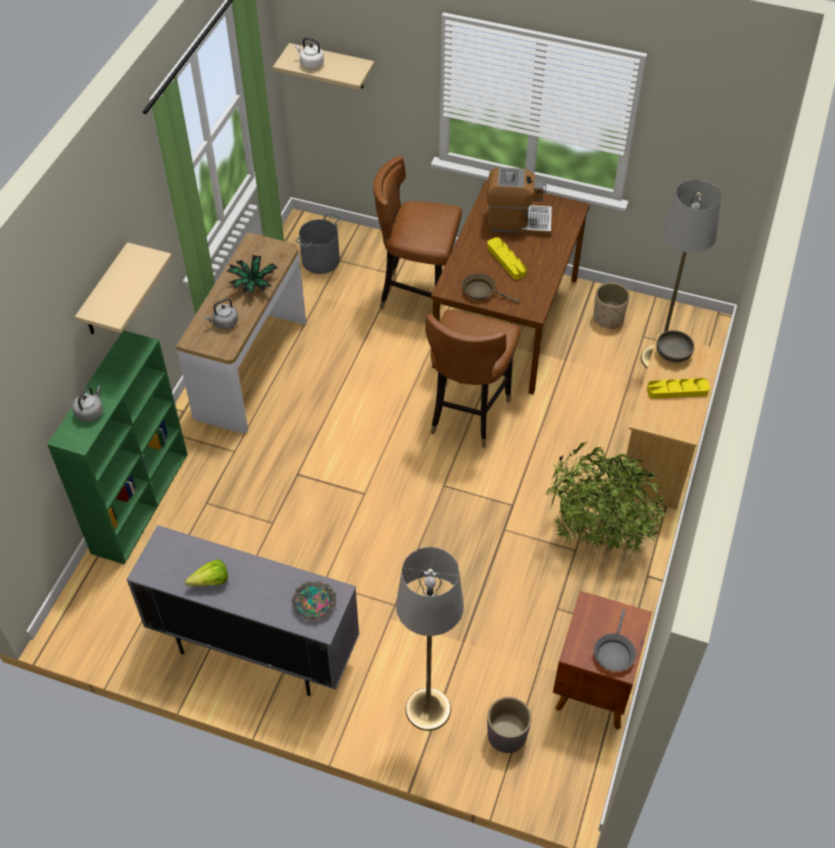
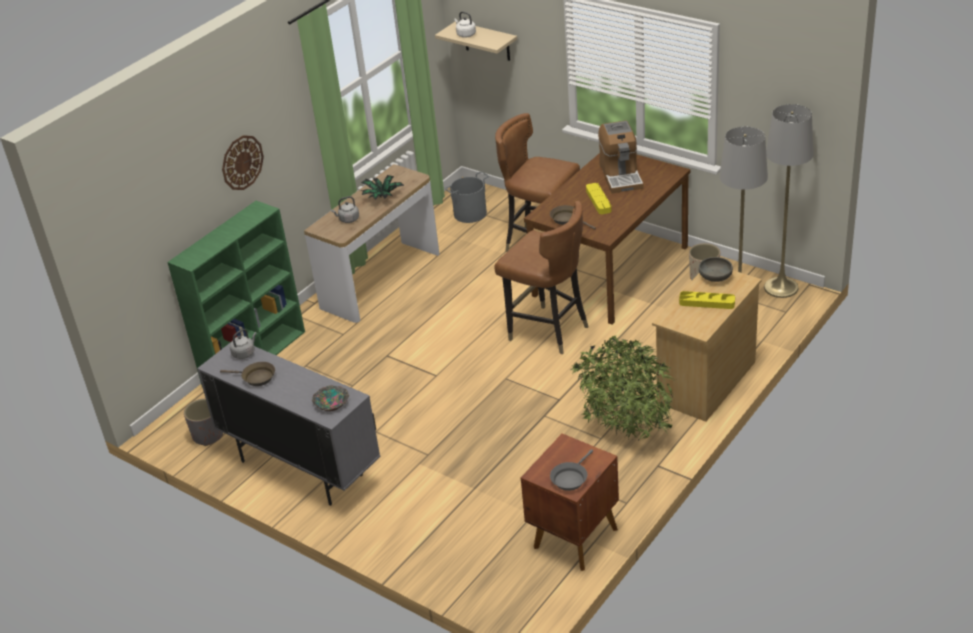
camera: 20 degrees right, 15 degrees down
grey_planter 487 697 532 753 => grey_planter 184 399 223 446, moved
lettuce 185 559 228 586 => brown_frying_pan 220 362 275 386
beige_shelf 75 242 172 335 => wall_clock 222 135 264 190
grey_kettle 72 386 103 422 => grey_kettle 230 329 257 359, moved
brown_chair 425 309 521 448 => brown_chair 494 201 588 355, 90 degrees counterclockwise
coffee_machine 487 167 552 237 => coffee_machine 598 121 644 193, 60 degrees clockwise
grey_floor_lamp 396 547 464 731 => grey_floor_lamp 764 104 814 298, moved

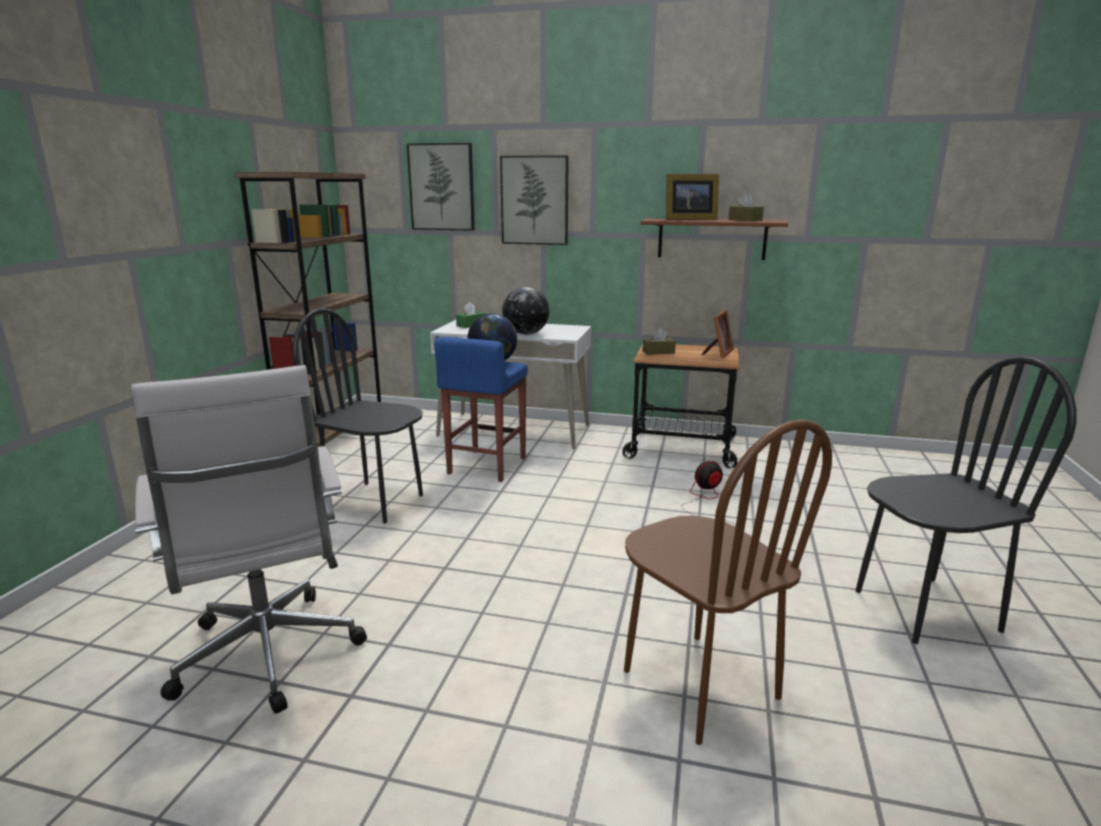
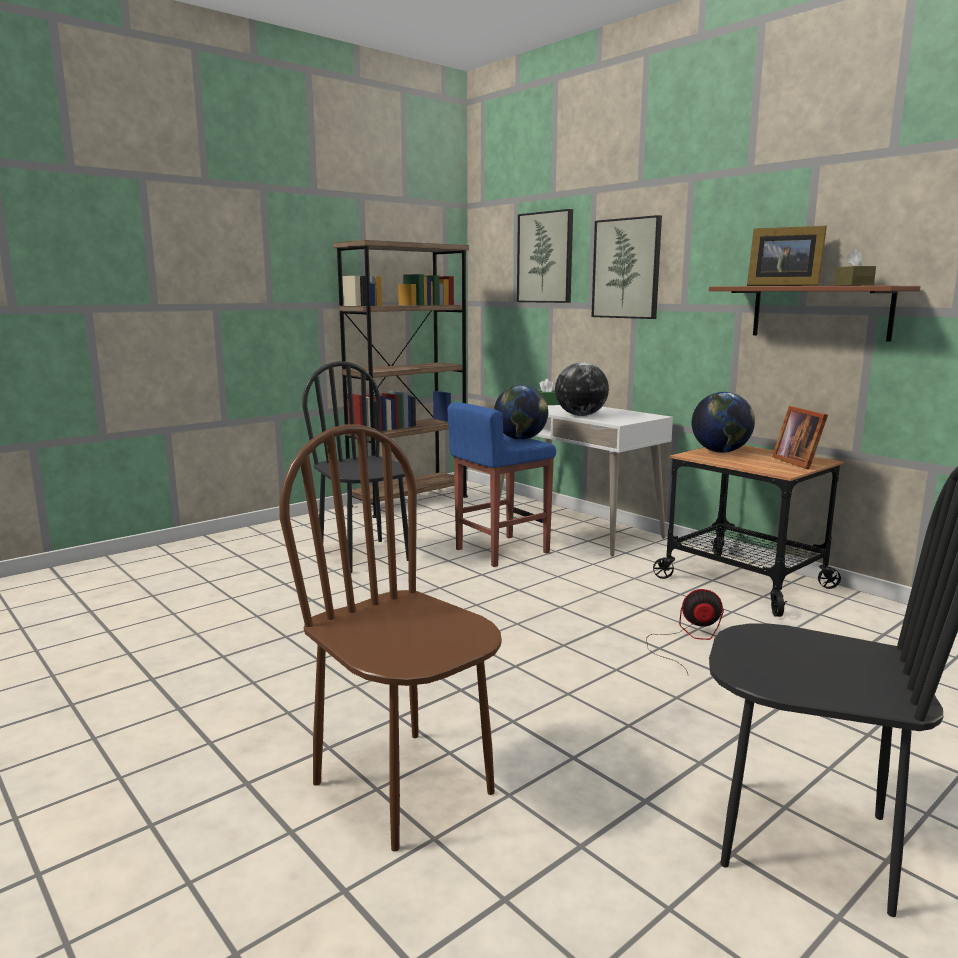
camera: 35 degrees right, 5 degrees down
brown_chair 624 419 832 745 => brown_chair 279 425 502 851, 135 degrees clockwise
brown_tissue_box 642 328 676 355 => globe 692 392 755 453
picture_frame 702 310 734 358 => picture_frame 772 406 828 470, 105 degrees clockwise
white_office_chair 130 365 367 713 => nothing

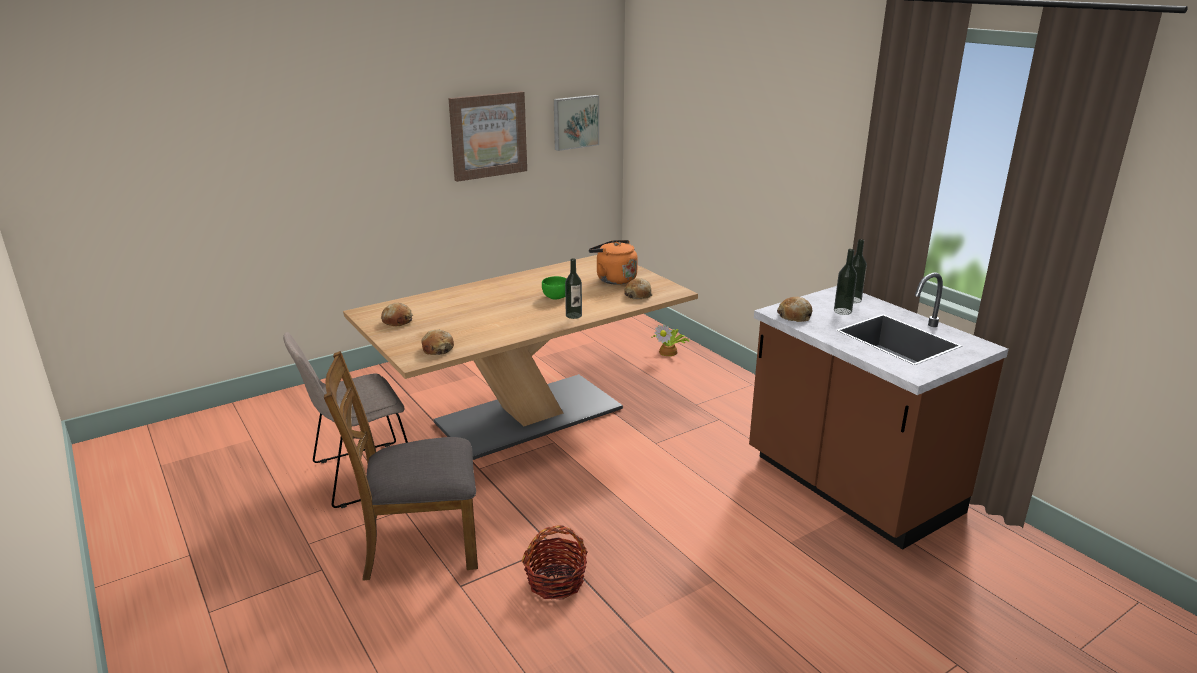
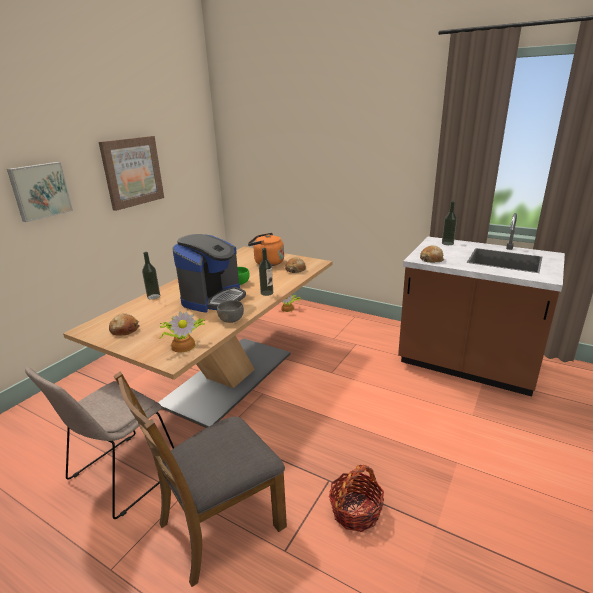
camera: 25 degrees left, 0 degrees up
picture 554 95 599 151 => picture 7 162 73 222, moved
bottle 834 249 857 315 => bottle 142 252 160 300, moved
bread 421 330 454 355 => potted_plant 160 312 206 352
nothing => coffee_machine 173 234 246 313
nothing => grey_bowl 217 300 244 323

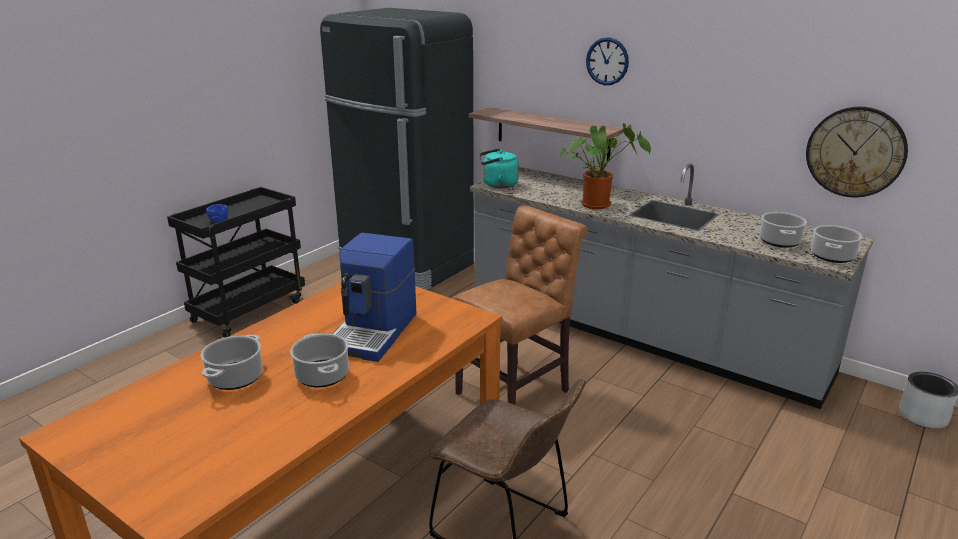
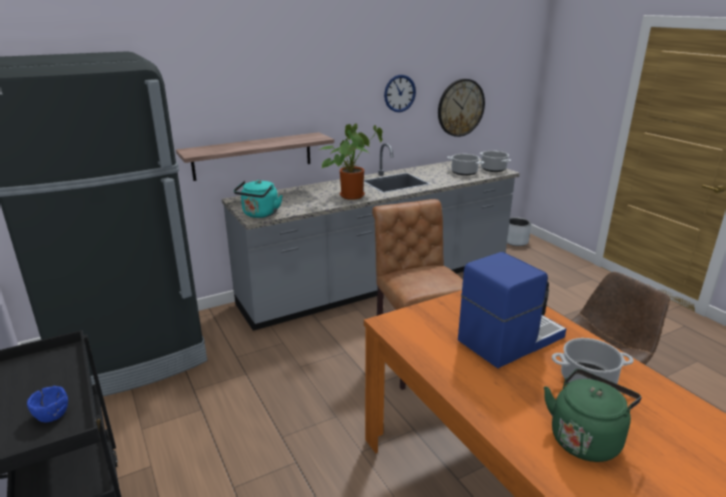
camera: 65 degrees left, 0 degrees up
wall_clock 586 37 629 85 => wall_clock 384 75 416 112, moved
coffee_machine 333 233 416 362 => coffee_machine 458 252 566 368, 75 degrees counterclockwise
cooking_pot 201 335 263 390 => green_kettle 544 369 642 462

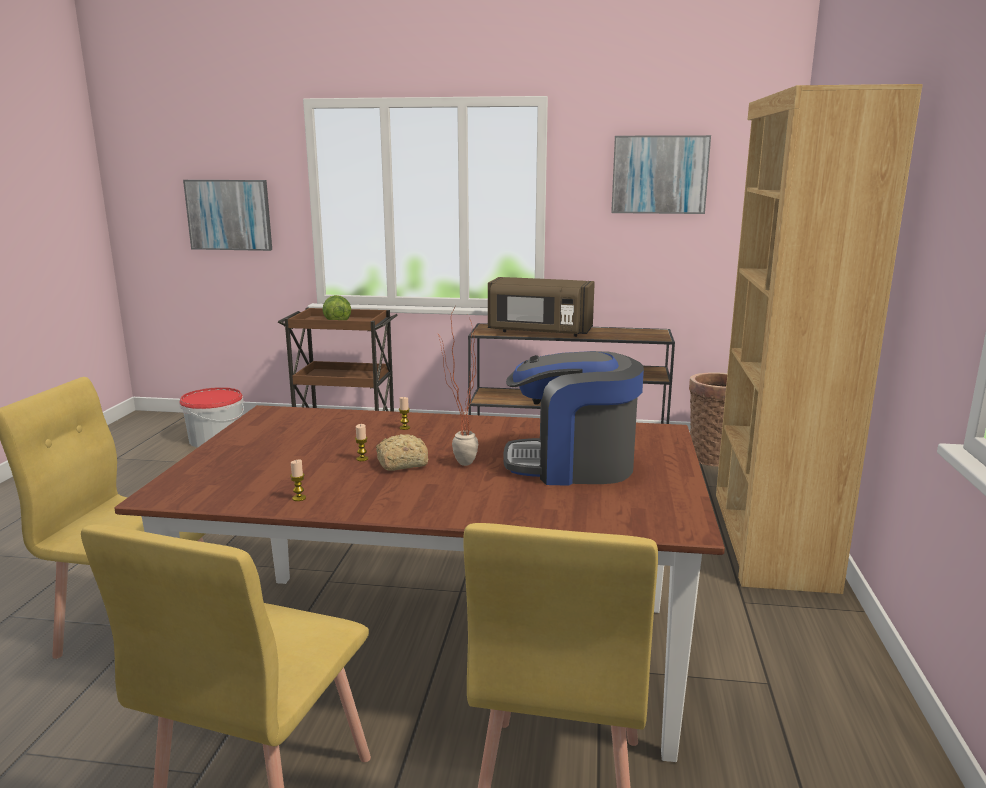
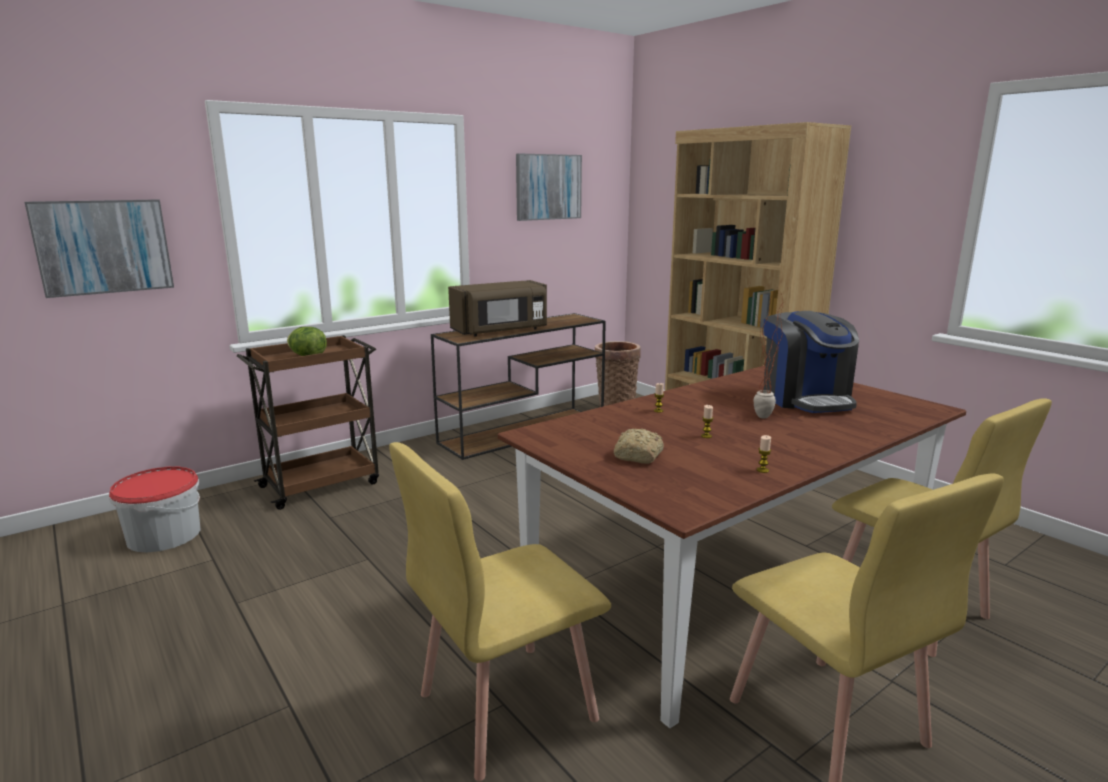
camera: 45 degrees left, 0 degrees up
bread 376 434 429 471 => bread 614 428 664 464, moved
coffee_machine 503 351 644 486 => coffee_machine 763 311 859 413, 60 degrees counterclockwise

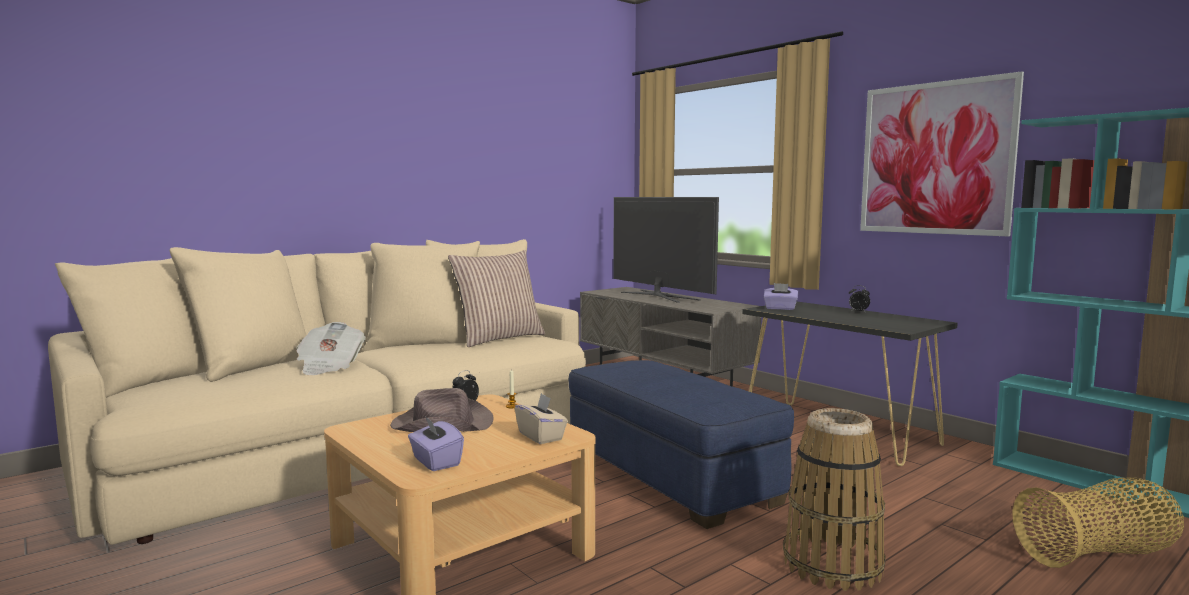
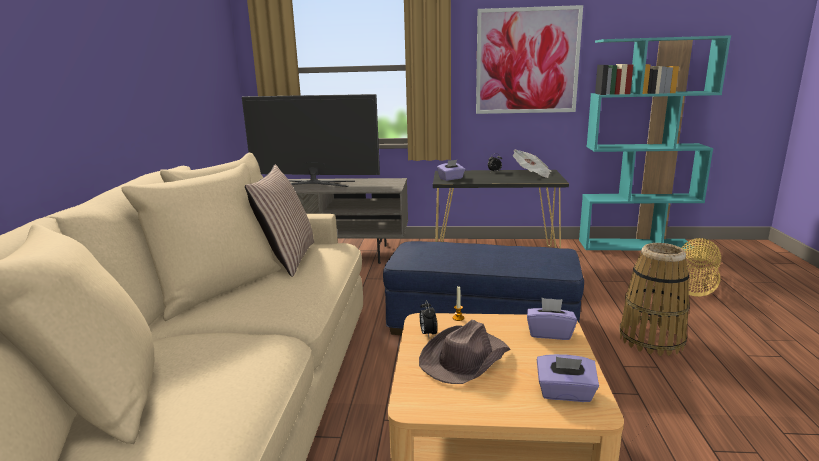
camera: 45 degrees left, 10 degrees up
newspaper 296 322 366 375 => newspaper 513 150 551 178, moved
beige_tissue_box 515 393 568 444 => purple_tissue_box 527 298 577 340

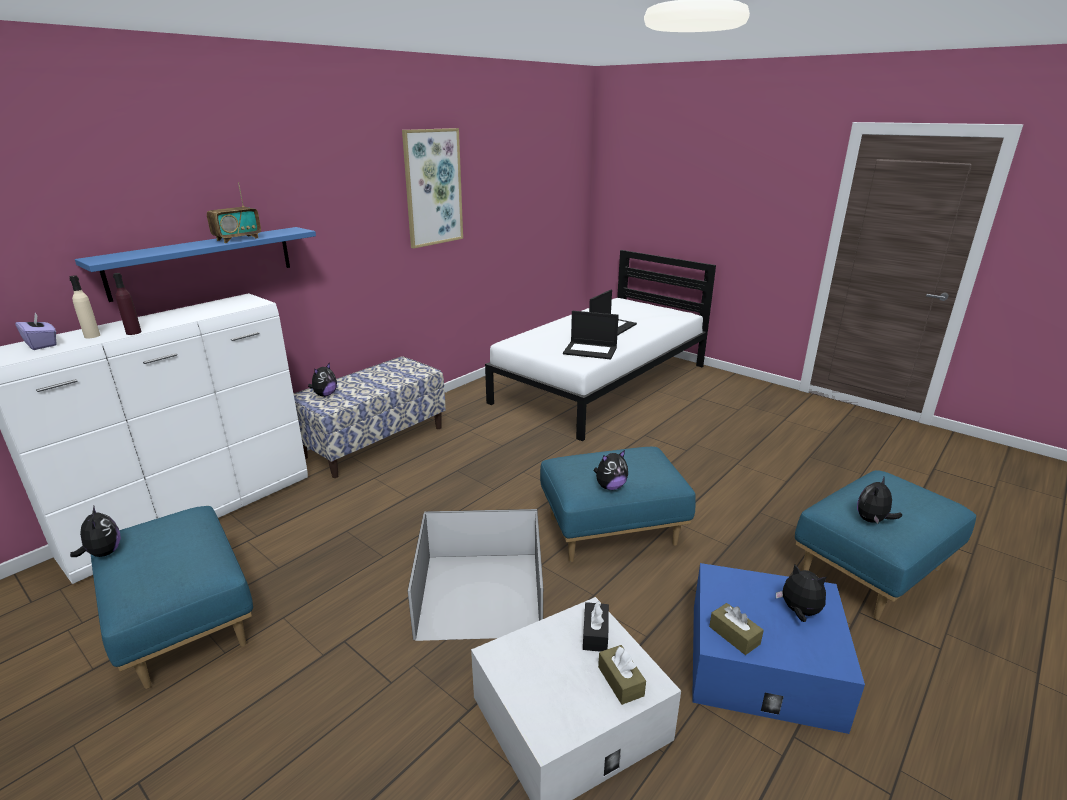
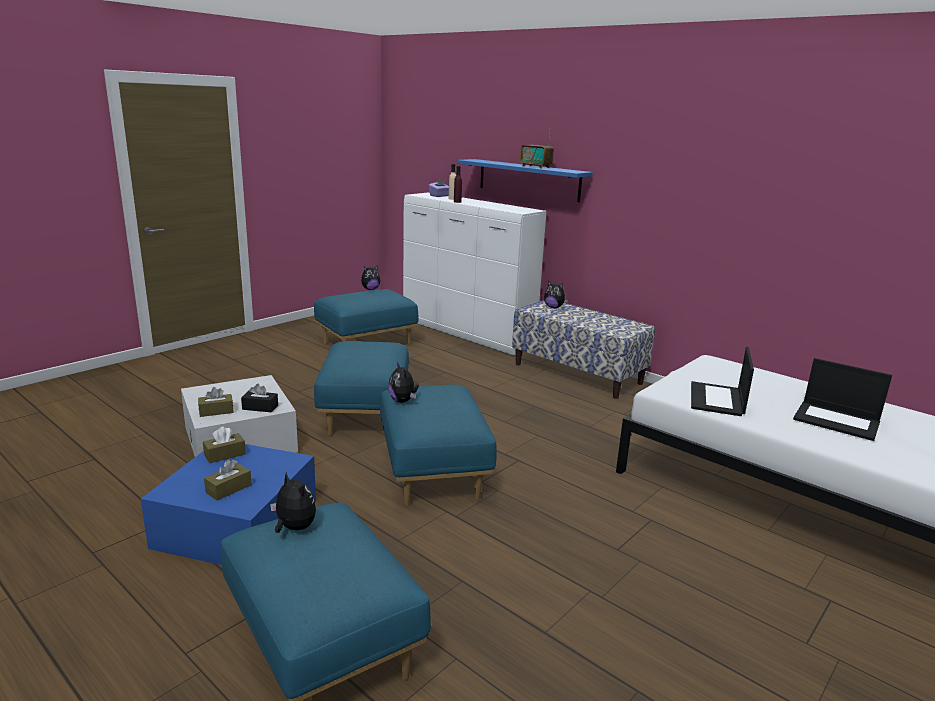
camera: 90 degrees right, 5 degrees down
plush_toy 776 564 827 622 => brown_tissue_box 204 459 252 501
green_storage_box 408 509 543 641 => blue_ottoman 314 341 409 435
picture 402 128 463 249 => nothing

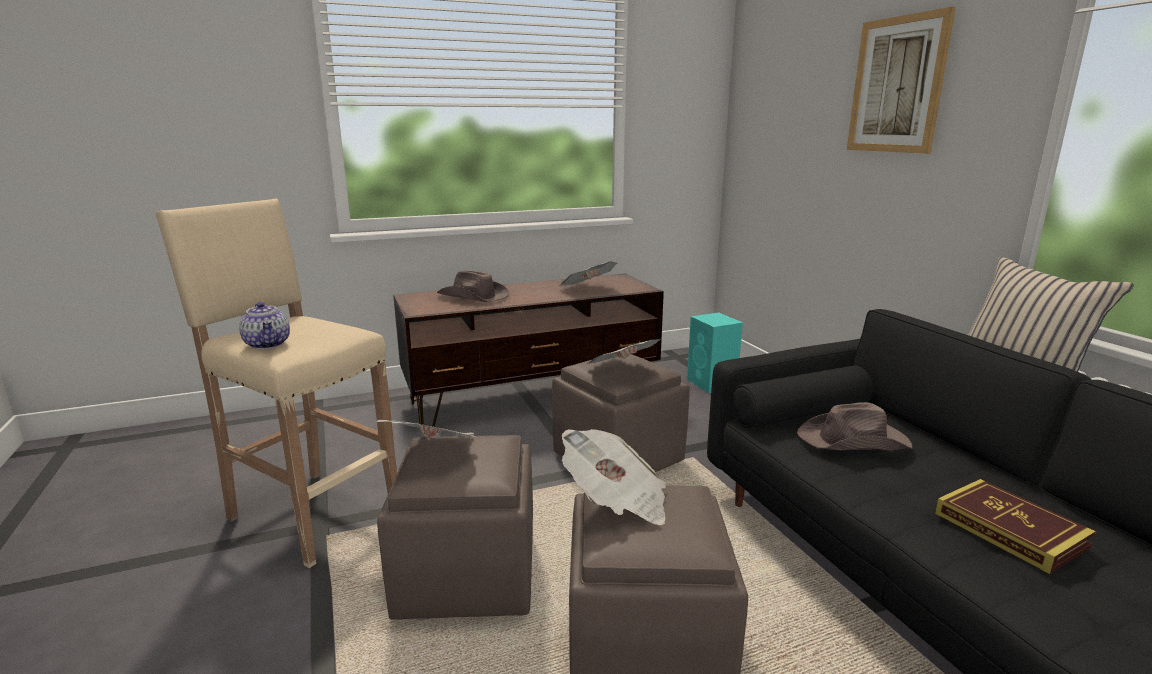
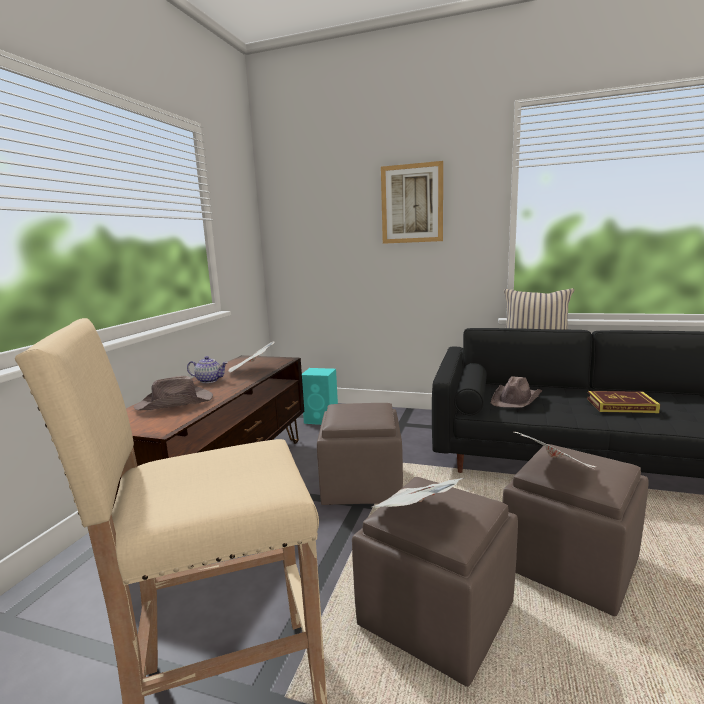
camera: 50 degrees left, 5 degrees down
teapot 239 302 290 349 => teapot 187 356 228 383, moved
newspaper 587 339 660 364 => nothing

